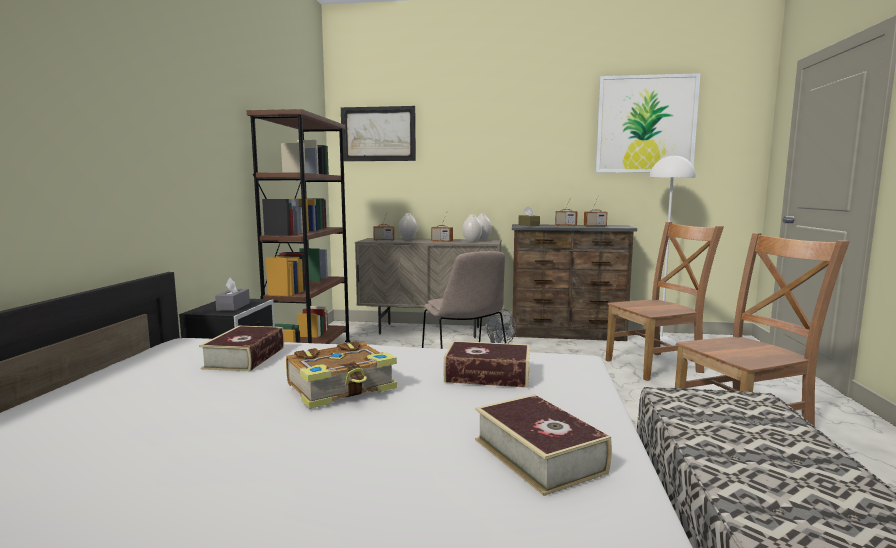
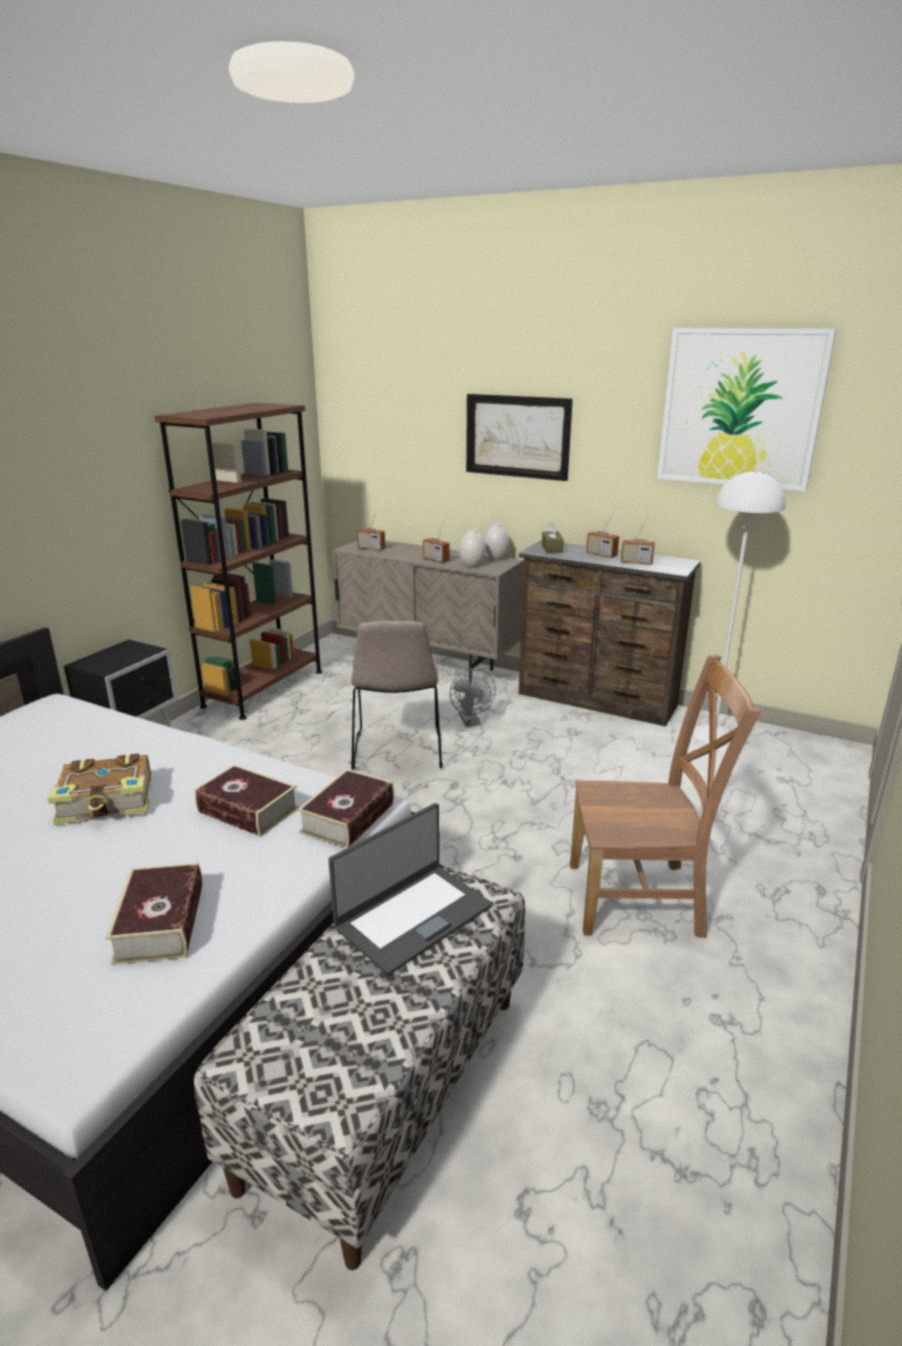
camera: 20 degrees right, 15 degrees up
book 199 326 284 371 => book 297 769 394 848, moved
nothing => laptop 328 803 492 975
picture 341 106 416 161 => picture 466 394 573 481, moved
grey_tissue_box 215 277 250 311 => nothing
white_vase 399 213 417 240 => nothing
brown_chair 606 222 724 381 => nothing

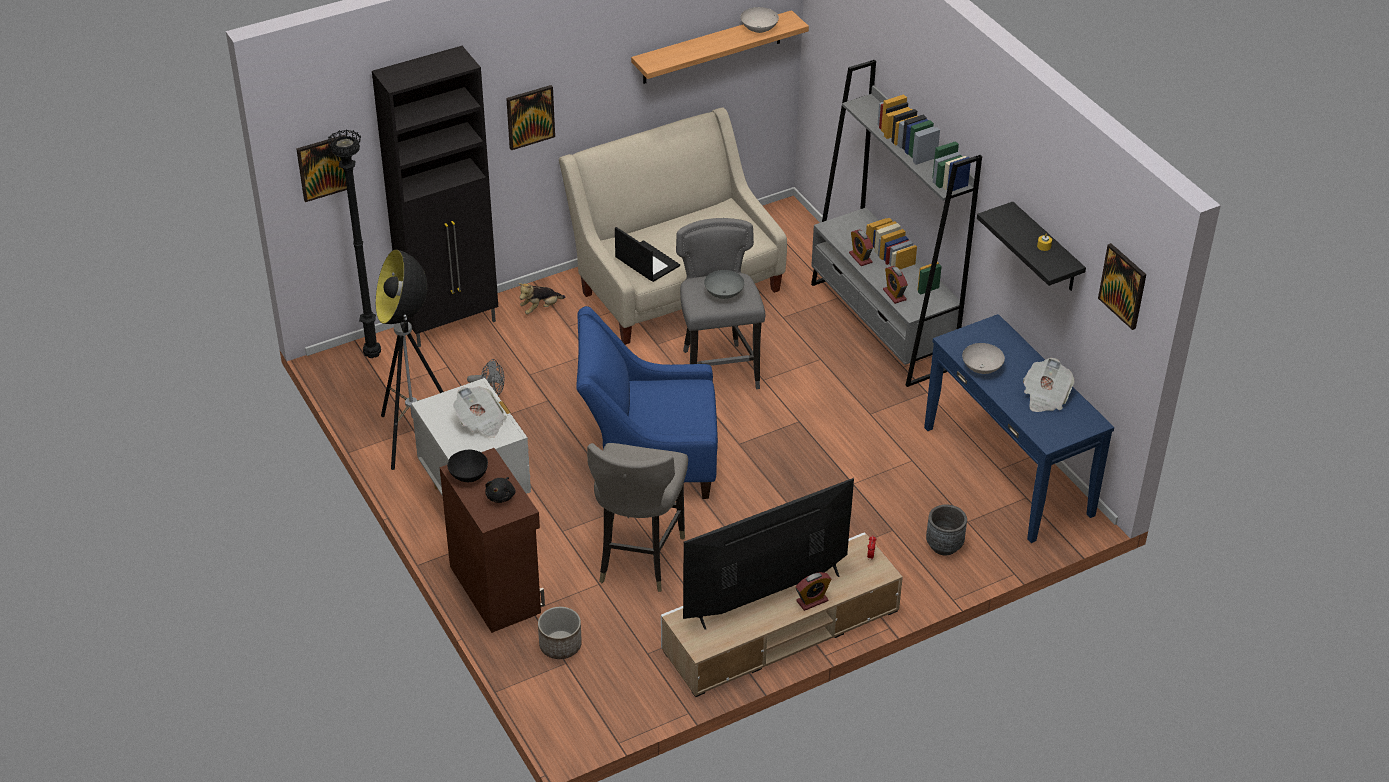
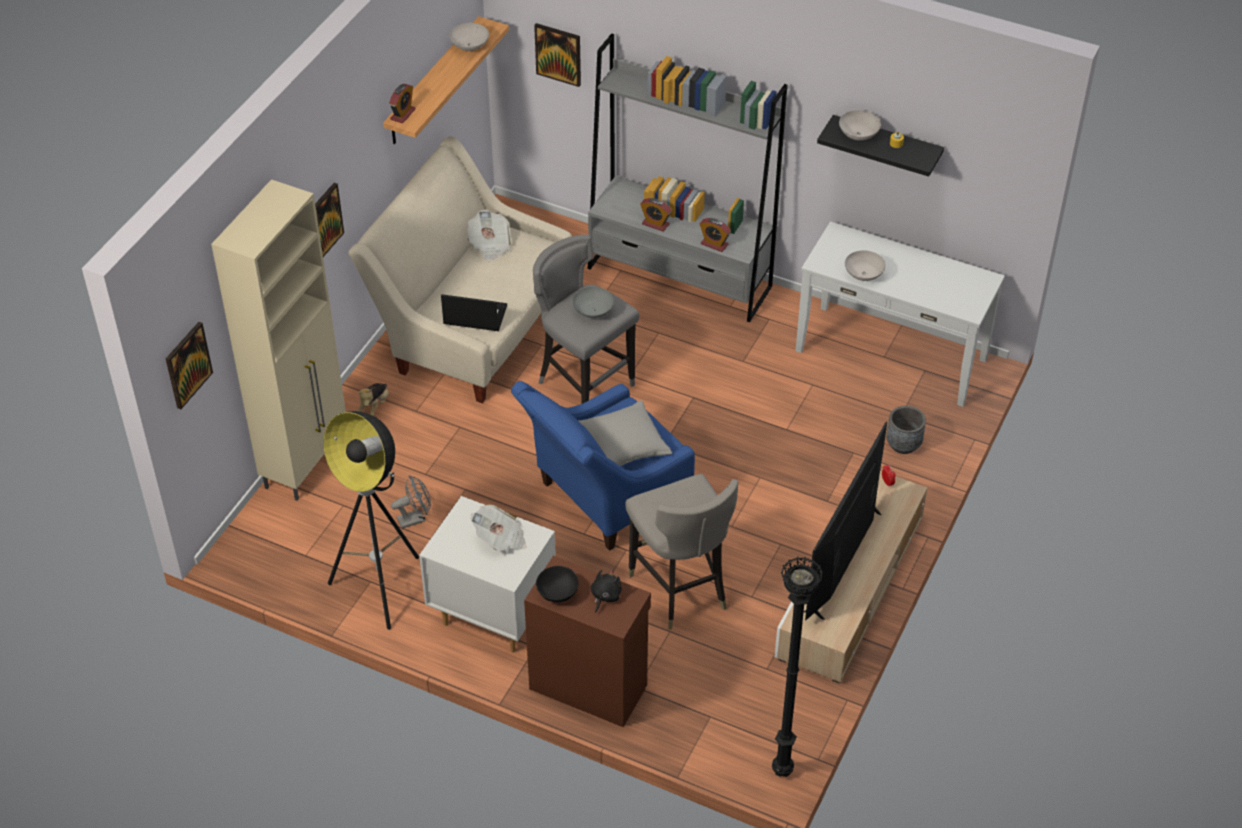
camera: 35 degrees left, 5 degrees up
black_cabinet 372 46 498 347 => beige_cabinet 211 179 346 501
alarm_clock 796 572 831 611 => alarm_clock 389 84 416 123, moved
newspaper 1023 358 1074 412 => newspaper 467 210 511 262, moved
picture 1098 243 1146 330 => picture 534 23 581 87, moved
nothing => grey_pillow 578 400 672 466
black_plush_toy 485 477 516 503 => black_plush_toy 591 570 622 613, 135 degrees counterclockwise
black_floor_lamp 327 129 381 358 => black_floor_lamp 772 557 823 777, moved
blue_console_table 924 314 1114 543 => white_console_table 796 221 1005 407
nothing => white_bowl 839 110 881 141
planter 538 607 582 659 => nothing

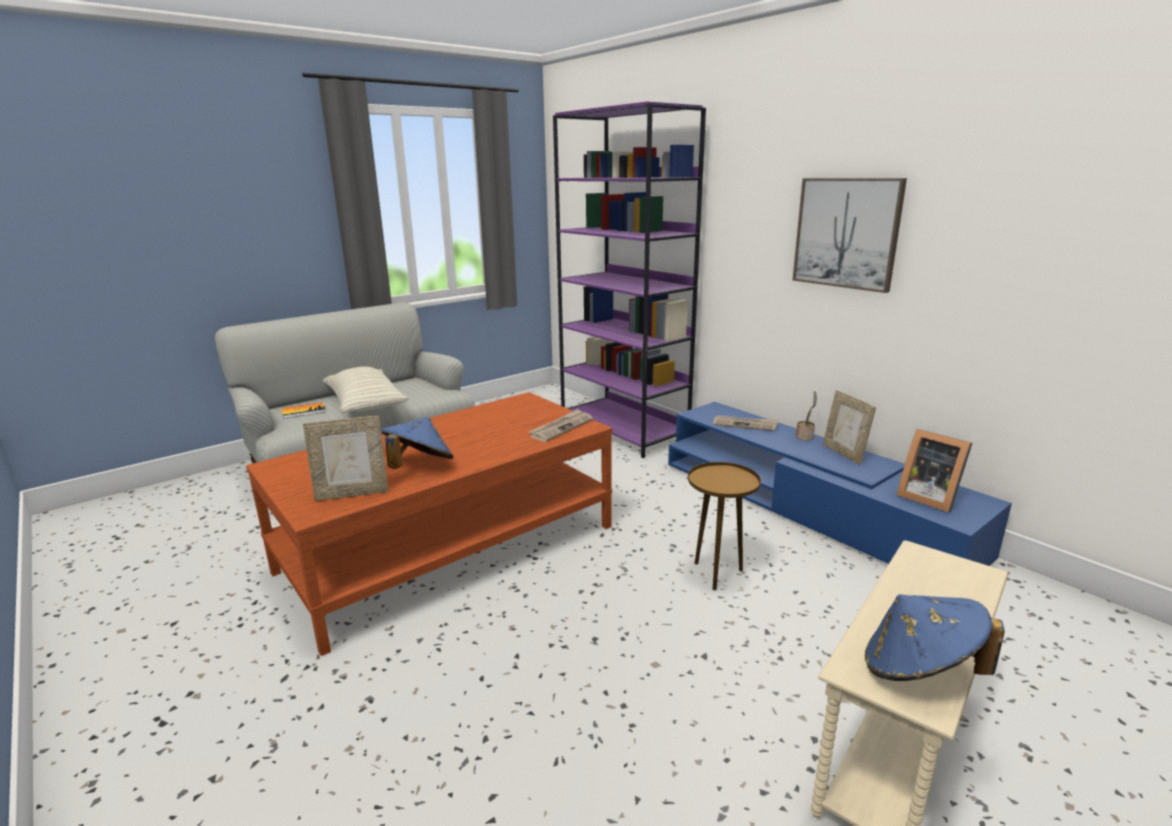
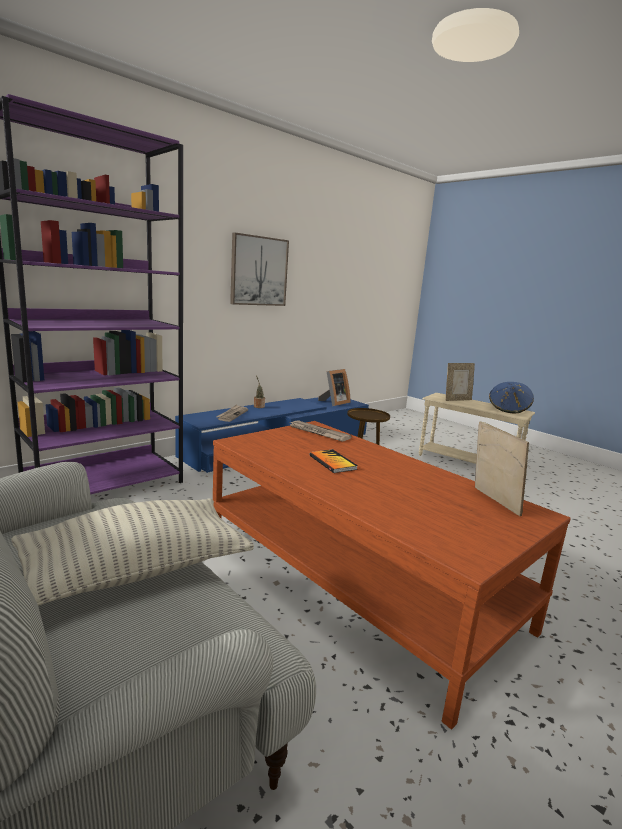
camera: 95 degrees left, 5 degrees down
book 282 402 325 419 => book 309 449 358 473, moved
picture_frame 823 390 876 465 => picture_frame 446 363 475 401, moved
blue_hat 381 417 454 469 => nothing

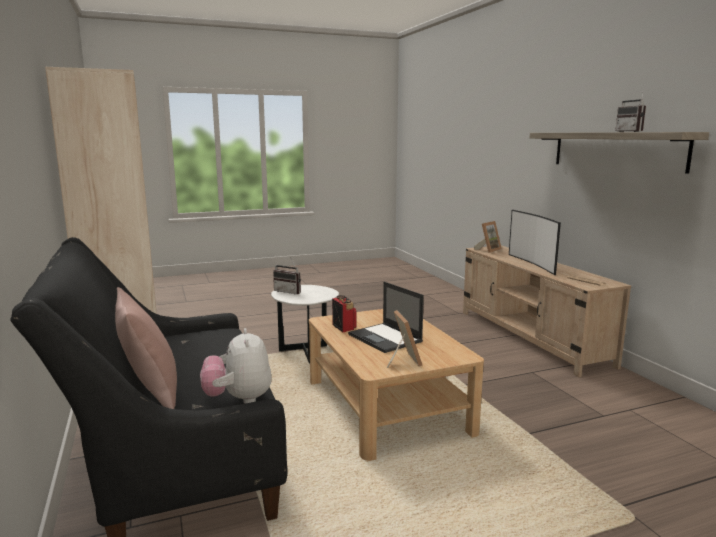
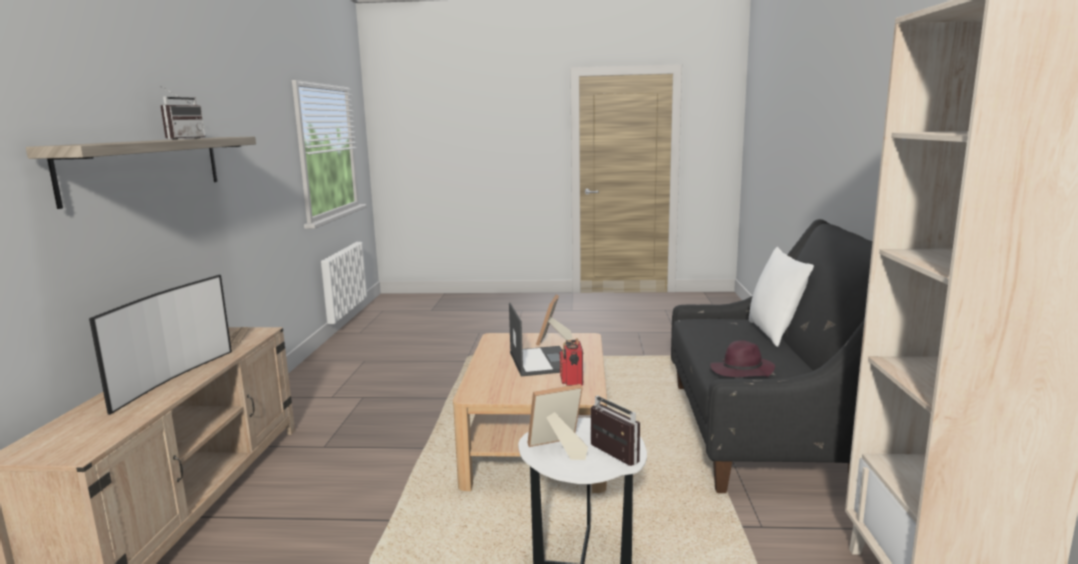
camera: 155 degrees left, 0 degrees up
picture_frame 474 221 502 253 => picture_frame 528 384 588 460, moved
nothing => purple_hat 710 340 775 377
pink_pillow 115 287 177 409 => white_pillow 749 247 814 347
plush_toy 200 328 272 403 => nothing

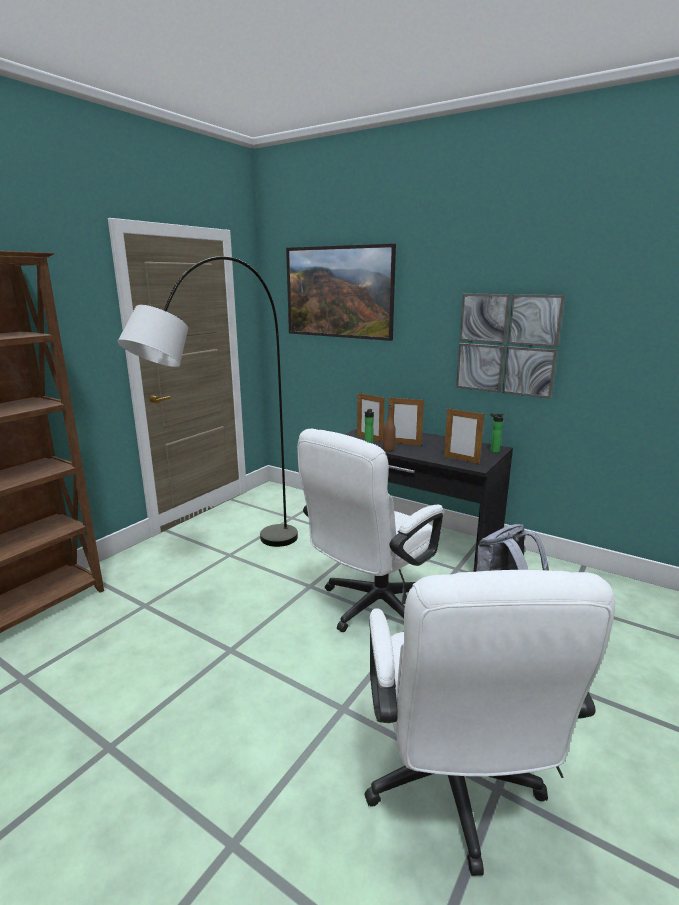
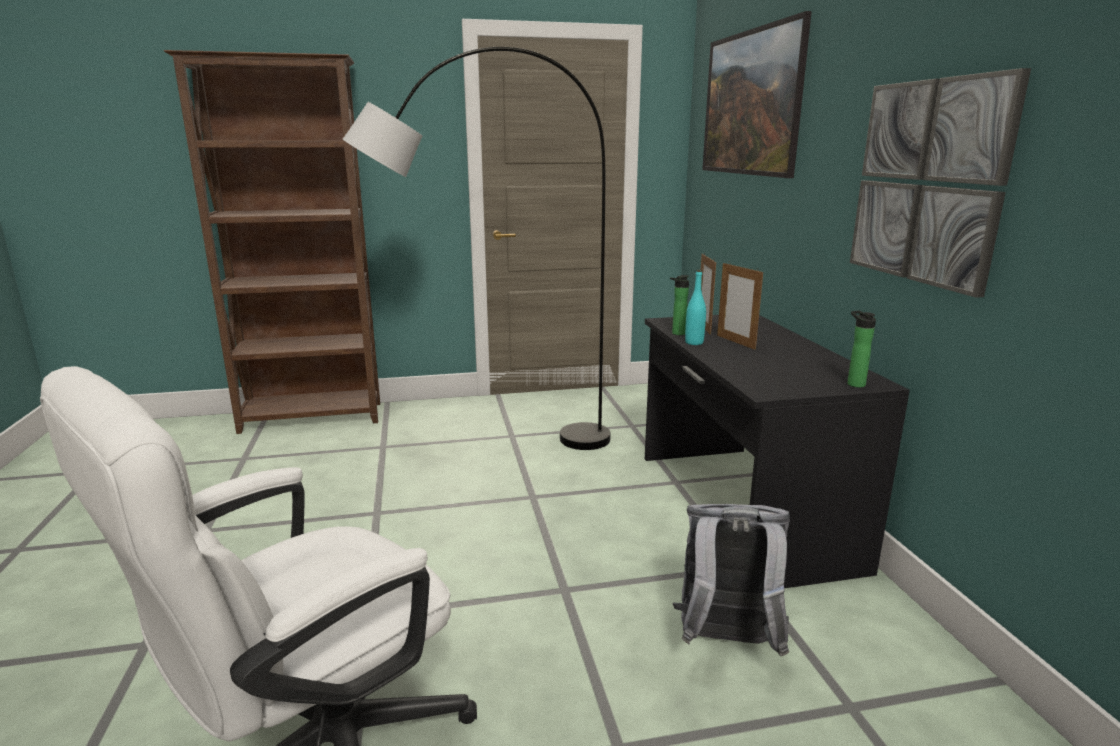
camera: 45 degrees right, 0 degrees up
brown_bottle 383 404 396 451 => turquoise_bottle 685 270 706 345
white_office_chair 297 429 443 632 => nothing
picture_frame 444 407 484 464 => nothing

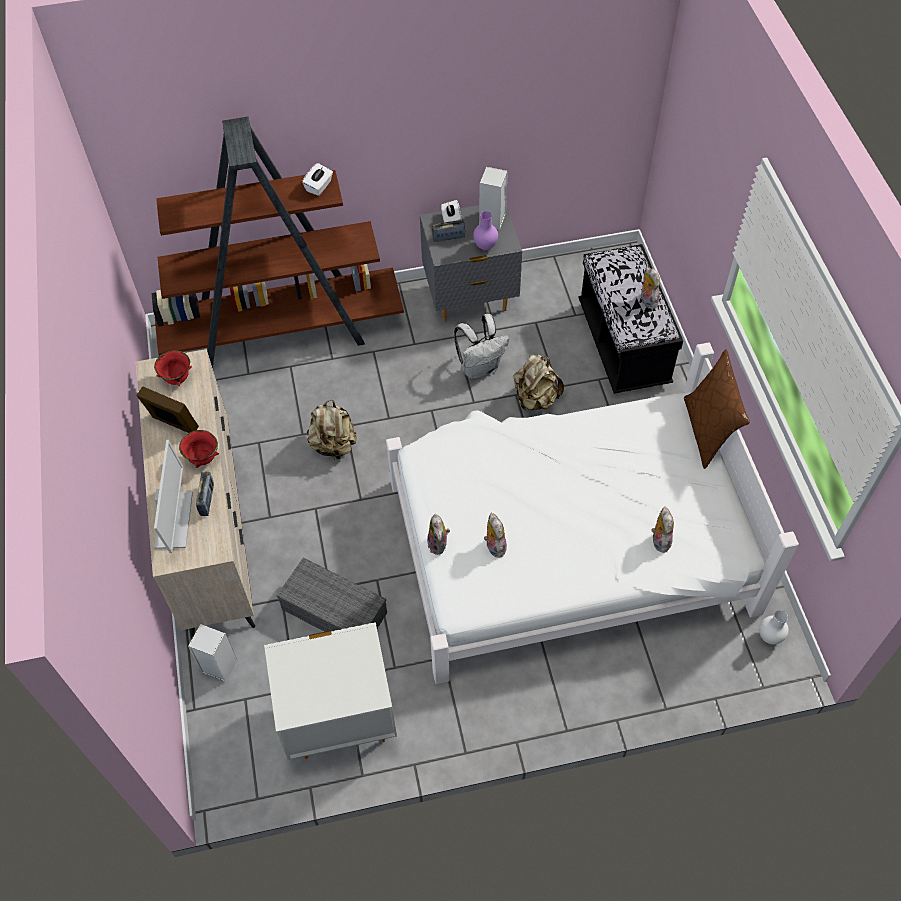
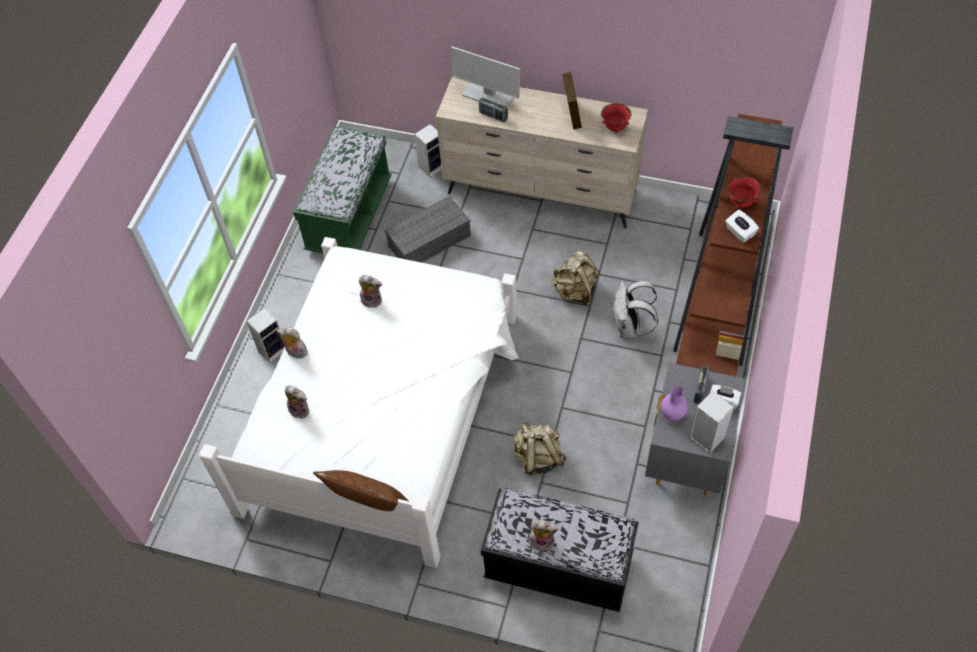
camera: 120 degrees right, 0 degrees up
nothing => speaker 246 308 285 362
plush_toy 427 514 450 555 => plush_toy 277 327 308 358, moved
white_nightstand 264 622 397 760 => green_bench 293 126 392 253
picture_frame 136 386 199 433 => picture_frame 562 72 582 129, 60 degrees counterclockwise
white_backpack 454 314 509 380 => white_backpack 613 281 658 338, moved
red_bowl 179 430 219 468 => red_bowl 727 175 761 209, moved
white_vase 759 610 789 644 => nothing

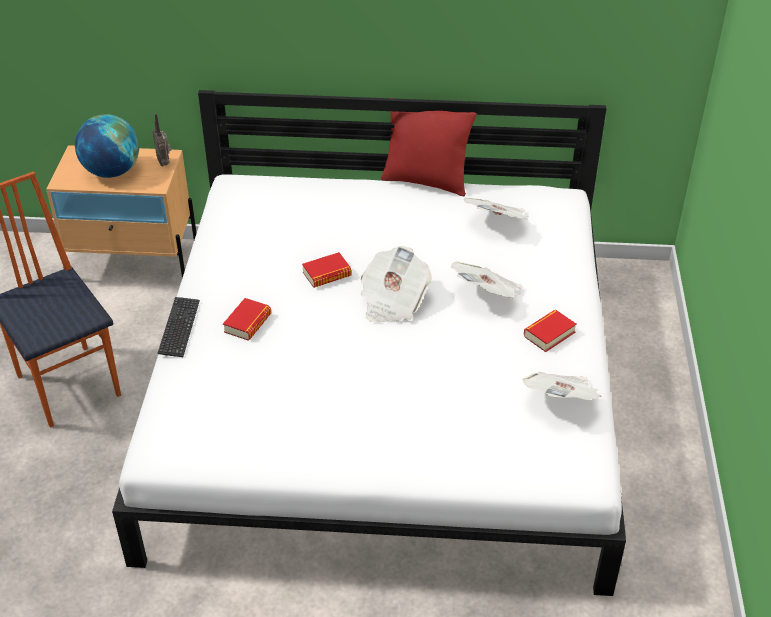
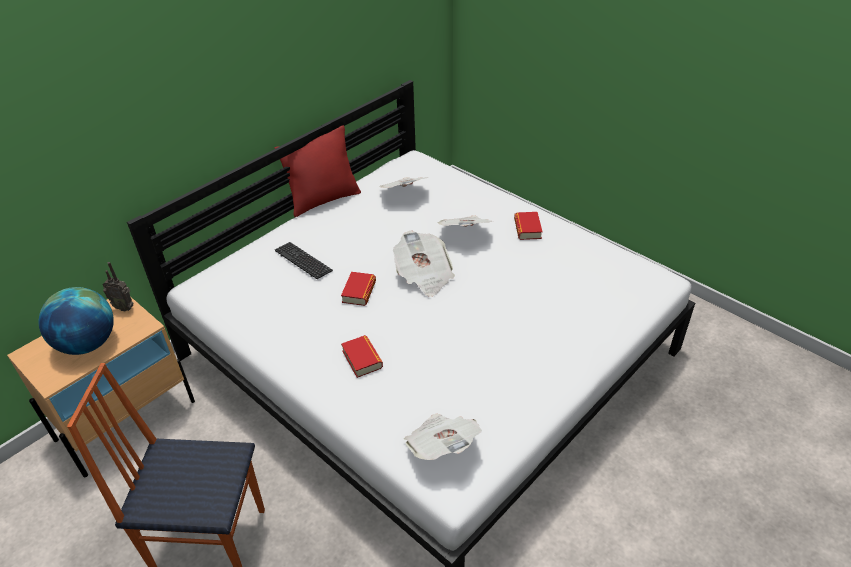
camera: 50 degrees left, 0 degrees up
keyboard 157 297 200 357 => keyboard 275 242 333 279, moved
newspaper 523 372 601 400 => newspaper 404 414 482 460, moved

